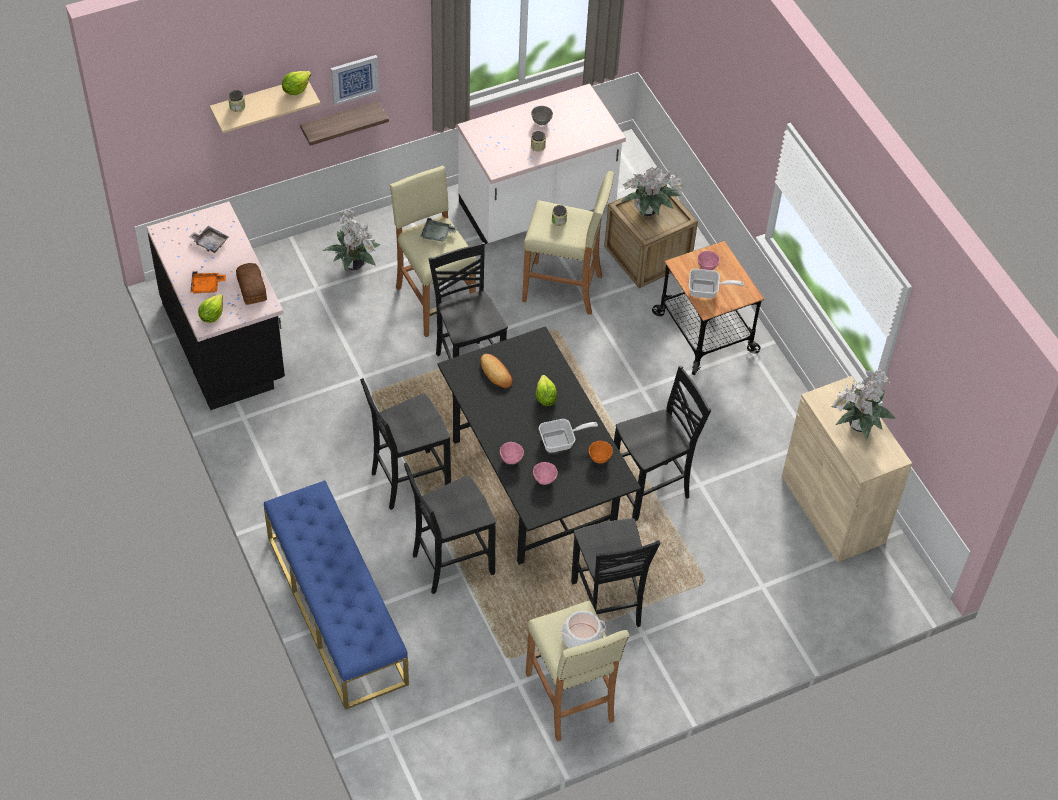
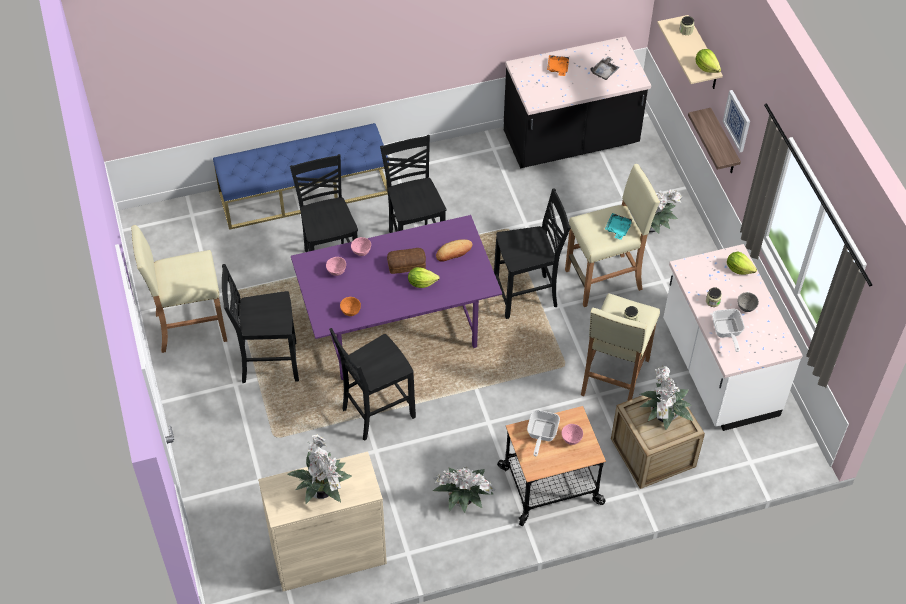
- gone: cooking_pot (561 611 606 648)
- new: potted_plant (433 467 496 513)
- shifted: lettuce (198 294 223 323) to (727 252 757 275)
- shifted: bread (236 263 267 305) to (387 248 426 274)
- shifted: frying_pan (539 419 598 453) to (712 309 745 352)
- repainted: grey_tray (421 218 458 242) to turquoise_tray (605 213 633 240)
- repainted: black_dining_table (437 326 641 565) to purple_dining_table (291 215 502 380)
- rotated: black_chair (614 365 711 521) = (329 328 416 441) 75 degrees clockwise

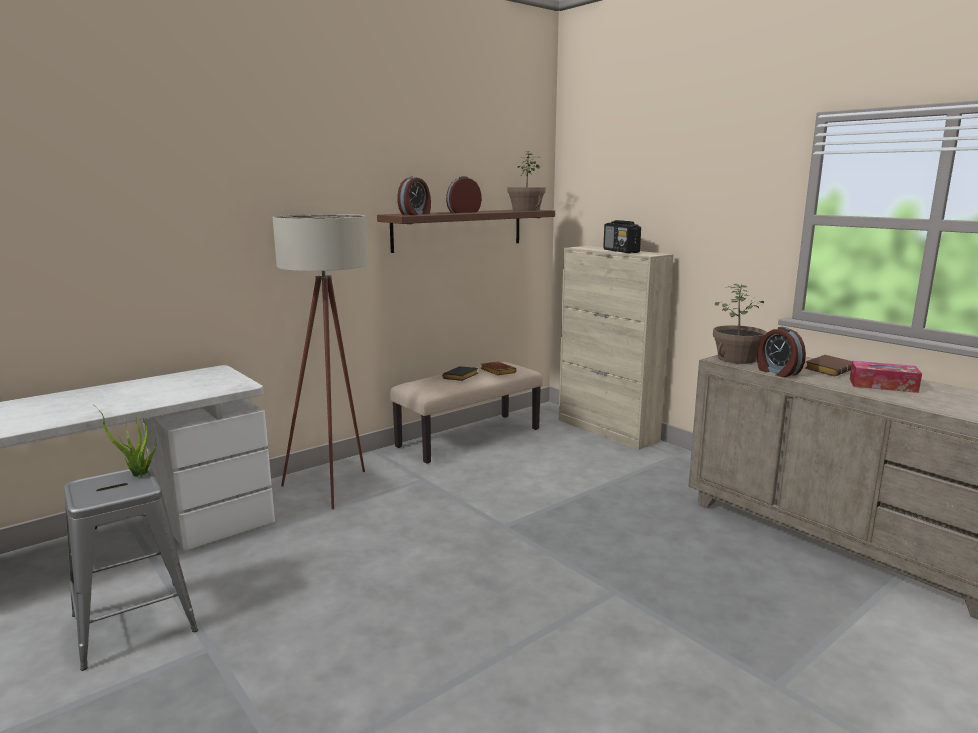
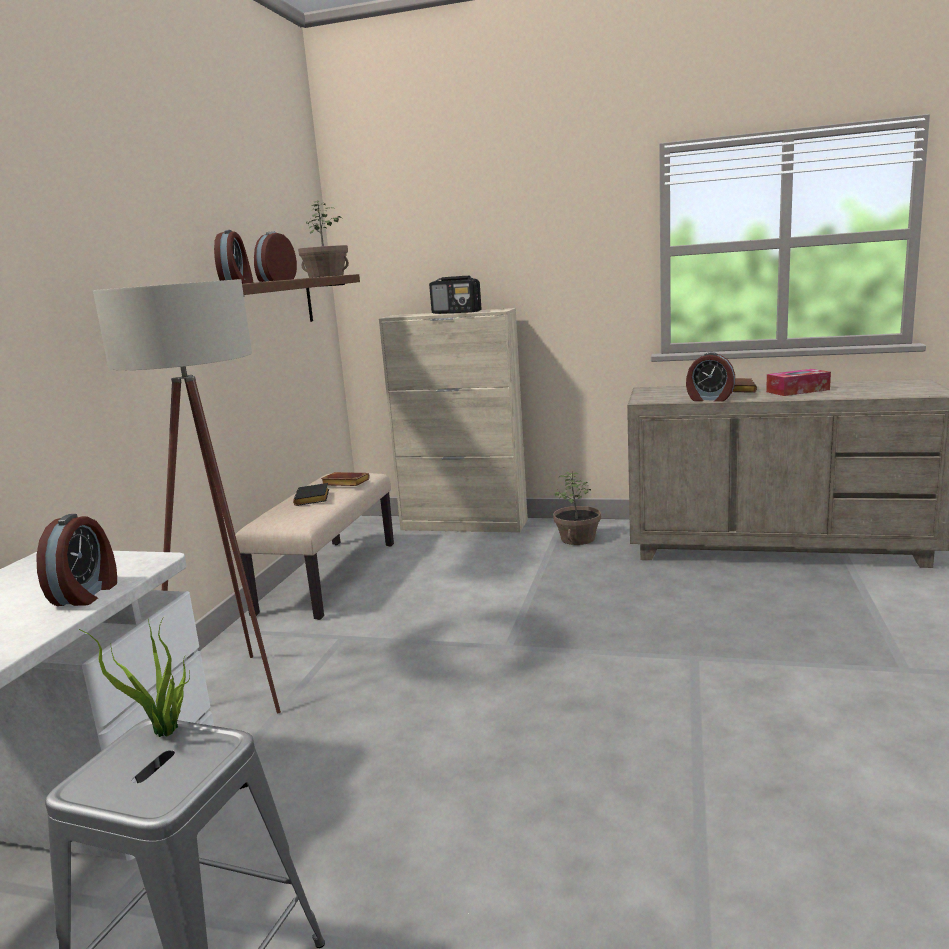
- new: alarm_clock (36 514 117 606)
- shifted: potted_plant (713 284 767 364) to (553 472 601 545)

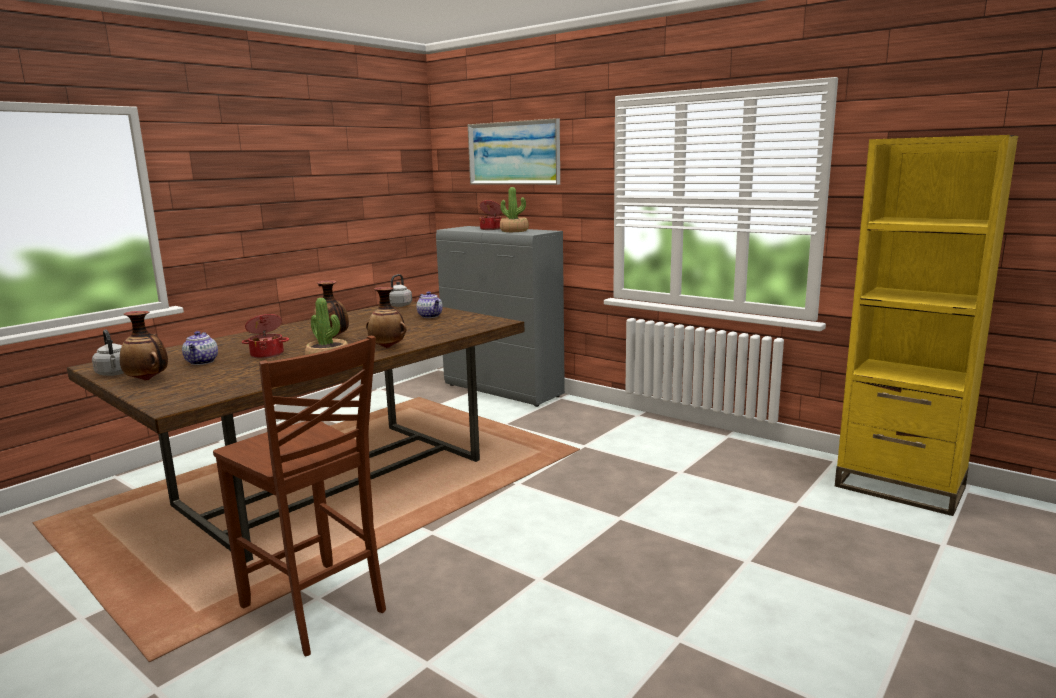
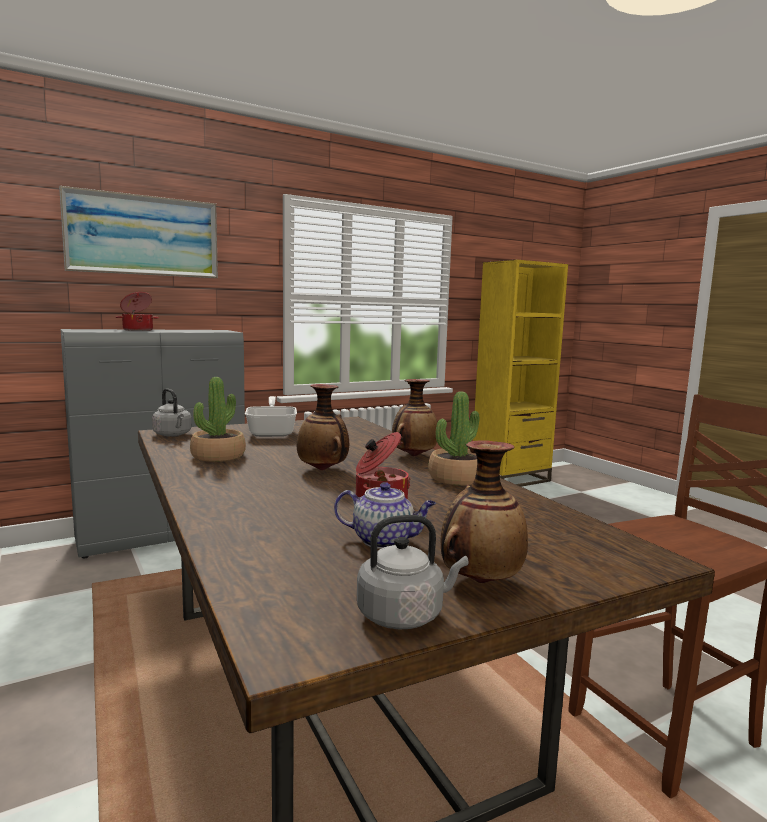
- shifted: potted_plant (500 187 529 232) to (190 377 246 462)
- swapped: teapot (416 292 443 318) to frying_pan (245 396 297 437)

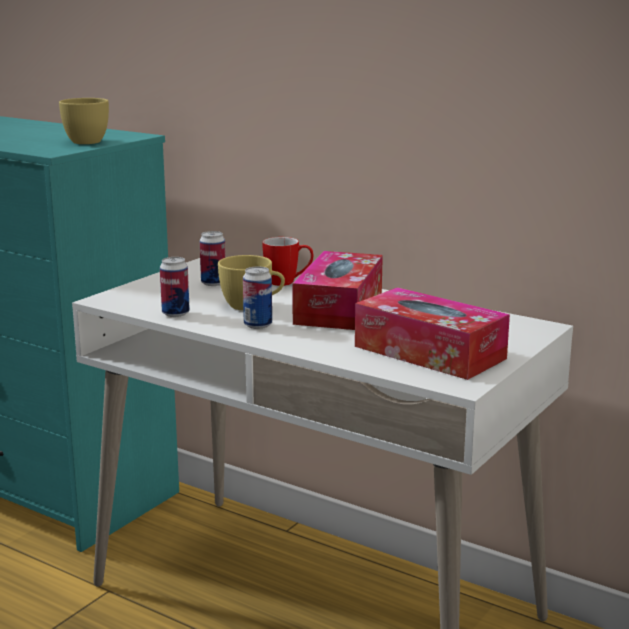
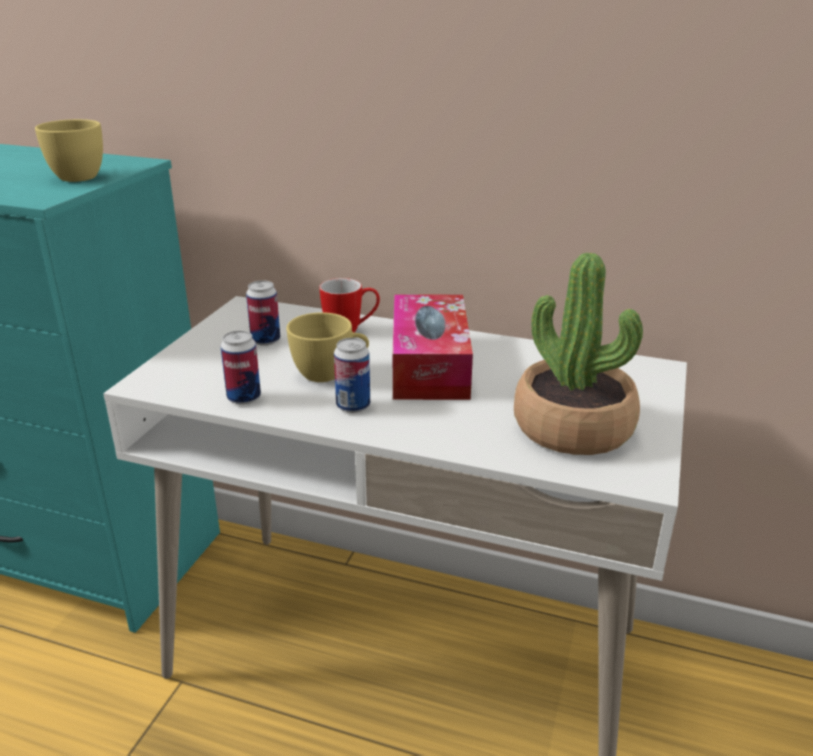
- swapped: tissue_box (355 287 510 380) to potted_plant (514 253 643 455)

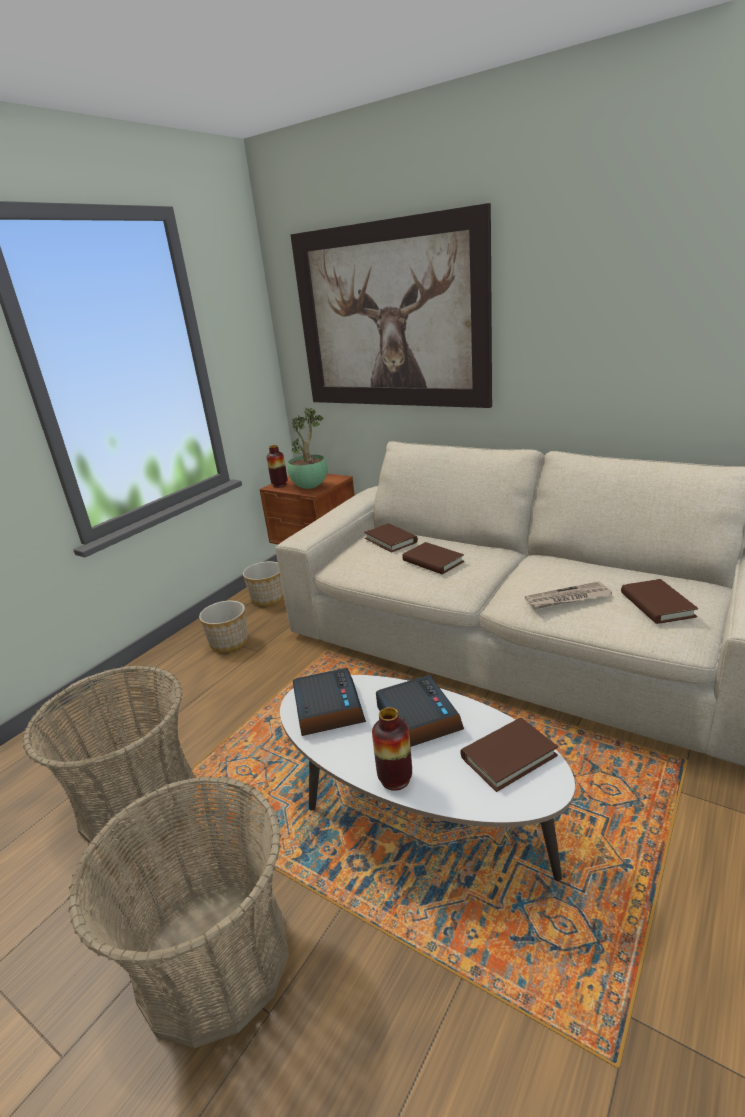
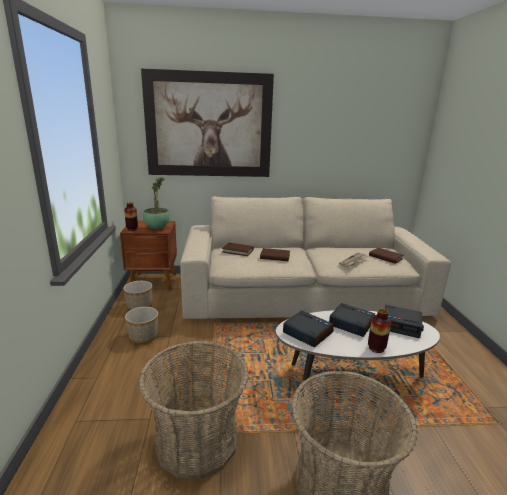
- swapped: brown_book (460 718 558 792) to alarm_clock (385 305 424 338)

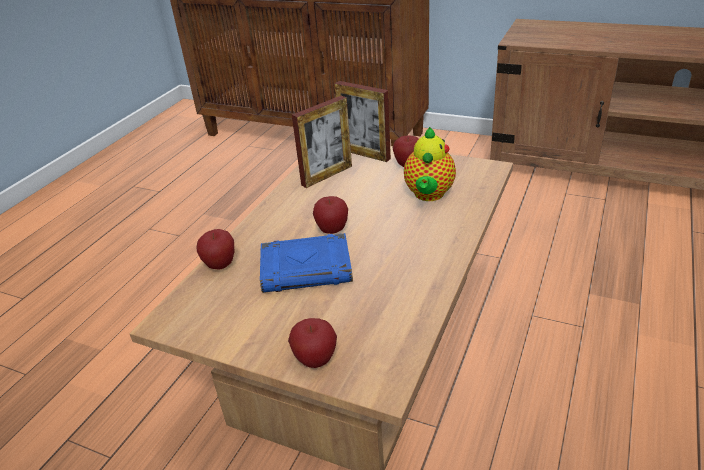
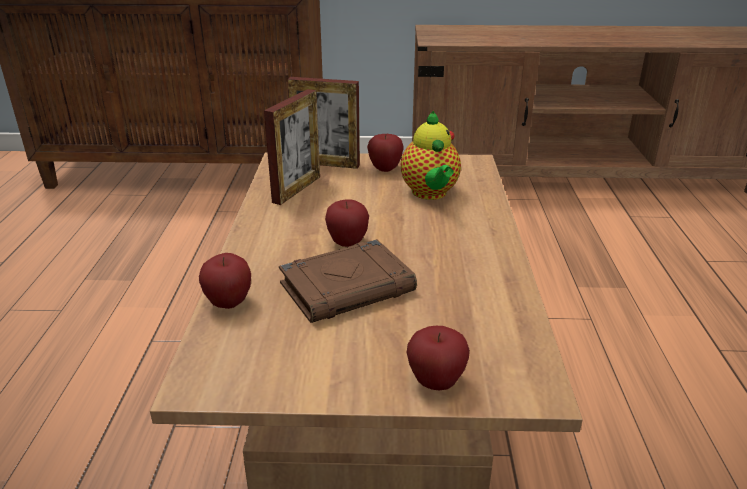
- repainted: blue_book (260 233 353 293) to brown_book (279 239 417 323)

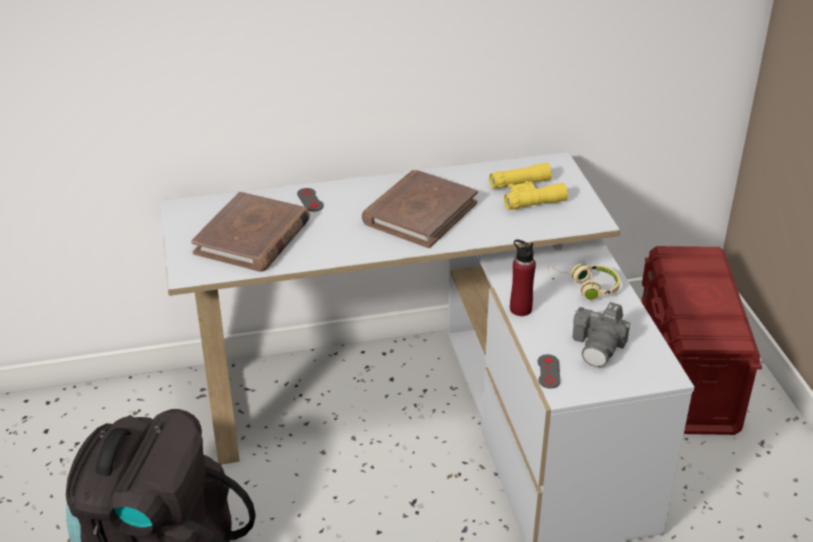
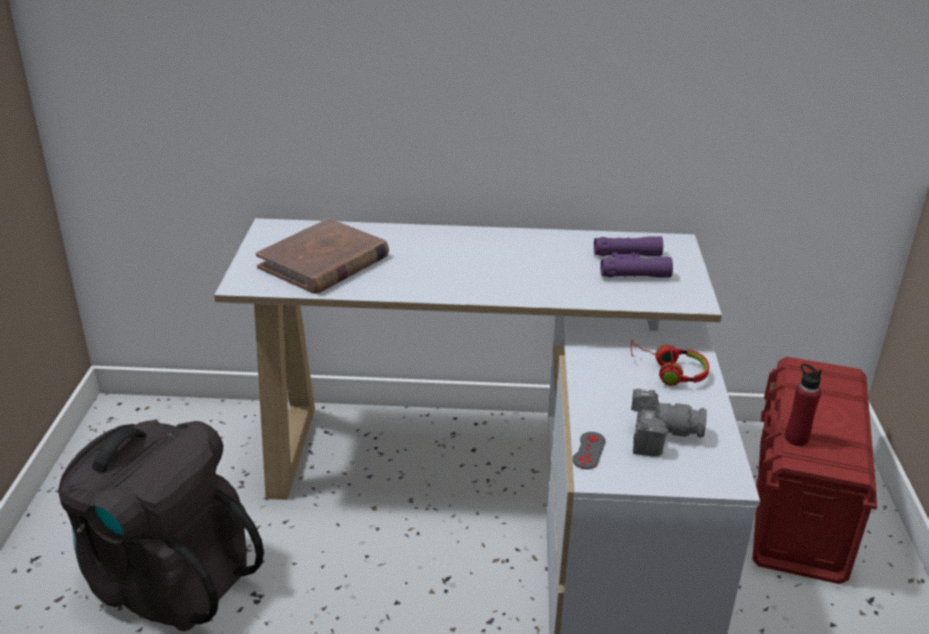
- gone: grey_game_controller (297 188 324 212)
- gone: brown_book (362 170 478 248)
- shifted: red_bottle (510 240 536 316) to (785 363 822 446)
- repainted: yellow_binoculars (489 163 568 210) to purple_binoculars (594 236 673 278)
- repainted: beige_headphones (548 264 620 300) to red_headphones (631 339 709 386)
- rotated: photo_camera (572 302 630 367) = (631 389 707 456) 120 degrees counterclockwise

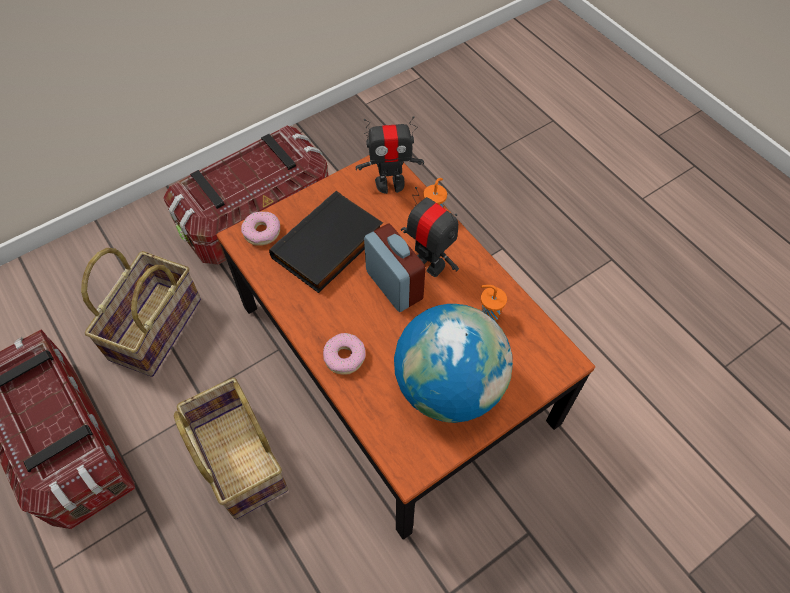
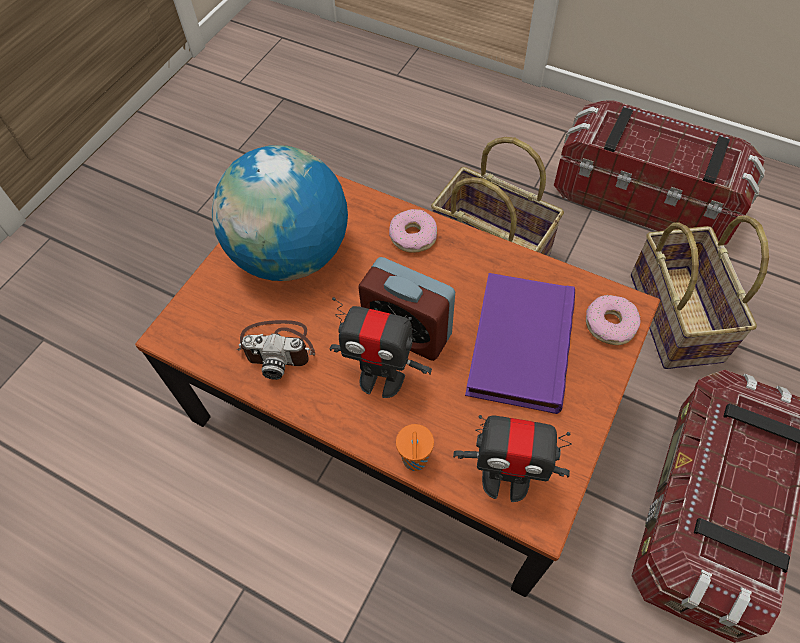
- swapped: orange_cup (481 285 507 321) to photo_camera (237 320 315 380)
- repainted: black_book (269 191 383 293) to purple_book (465 273 575 414)
- rotated: toy_robot (356 116 424 194) = (453 415 572 502) 135 degrees counterclockwise

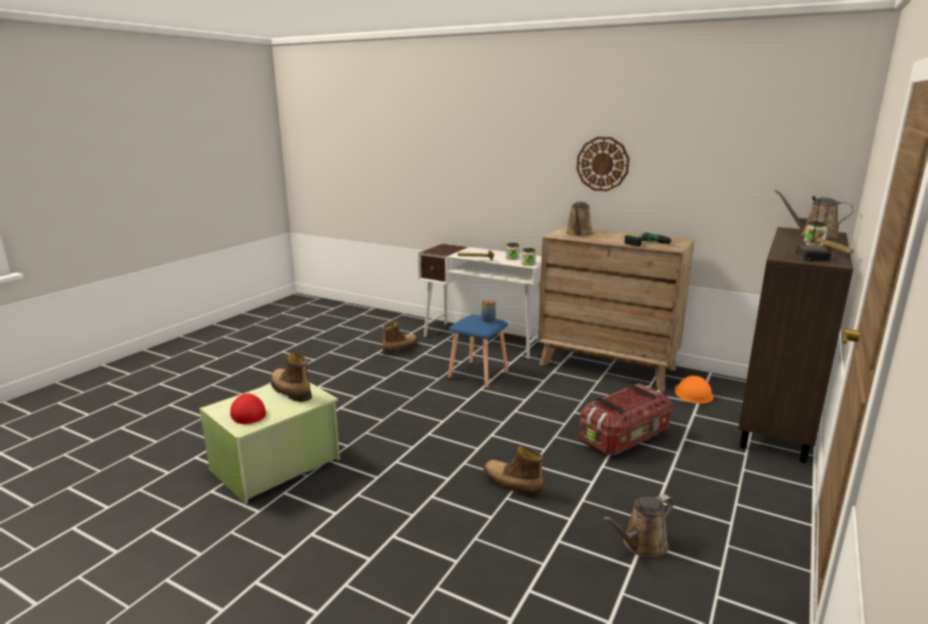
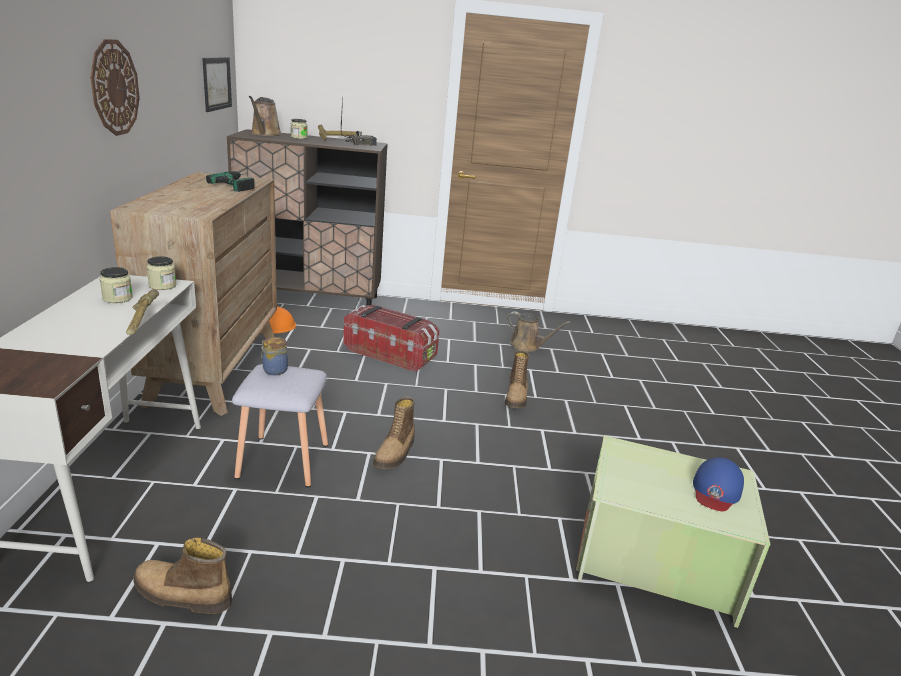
- gone: brown_watering_can (565 202 593 236)
- new: picture (202 57 232 112)
- shifted: boot (271 353 312 402) to (373 396 415 469)
- repainted: red_cap (230 393 266 424) to blue_cap (693 457 744 511)
- repainted: blue_stool (448 314 508 388) to grey_stool (232 364 328 487)

